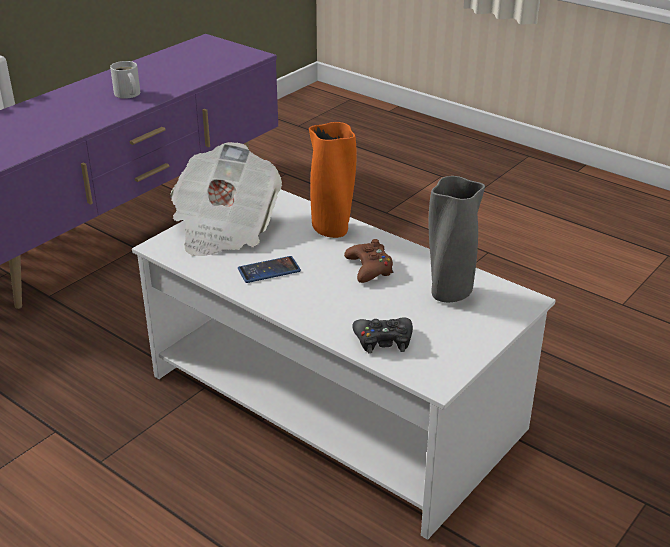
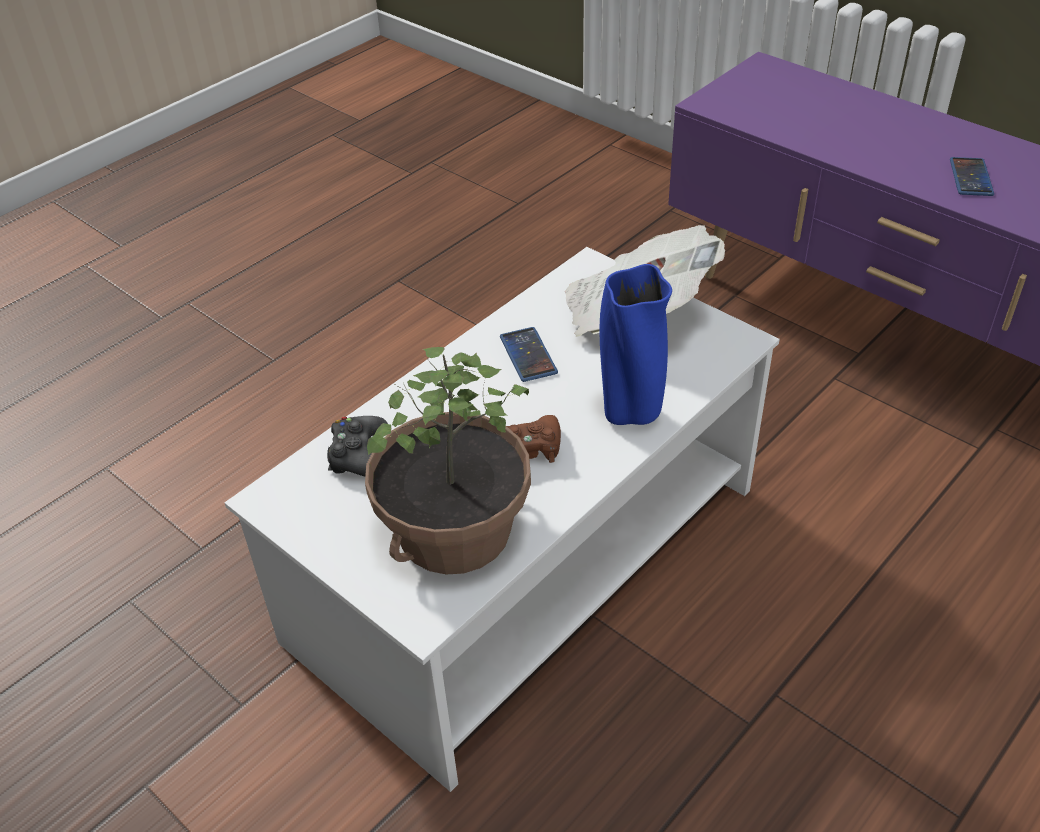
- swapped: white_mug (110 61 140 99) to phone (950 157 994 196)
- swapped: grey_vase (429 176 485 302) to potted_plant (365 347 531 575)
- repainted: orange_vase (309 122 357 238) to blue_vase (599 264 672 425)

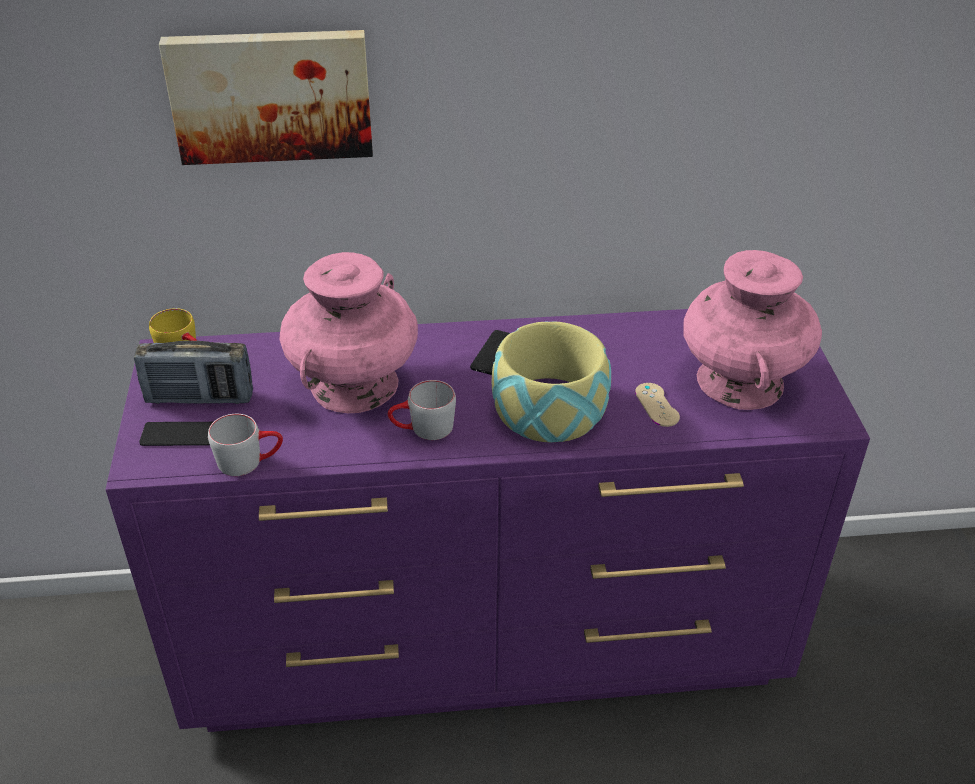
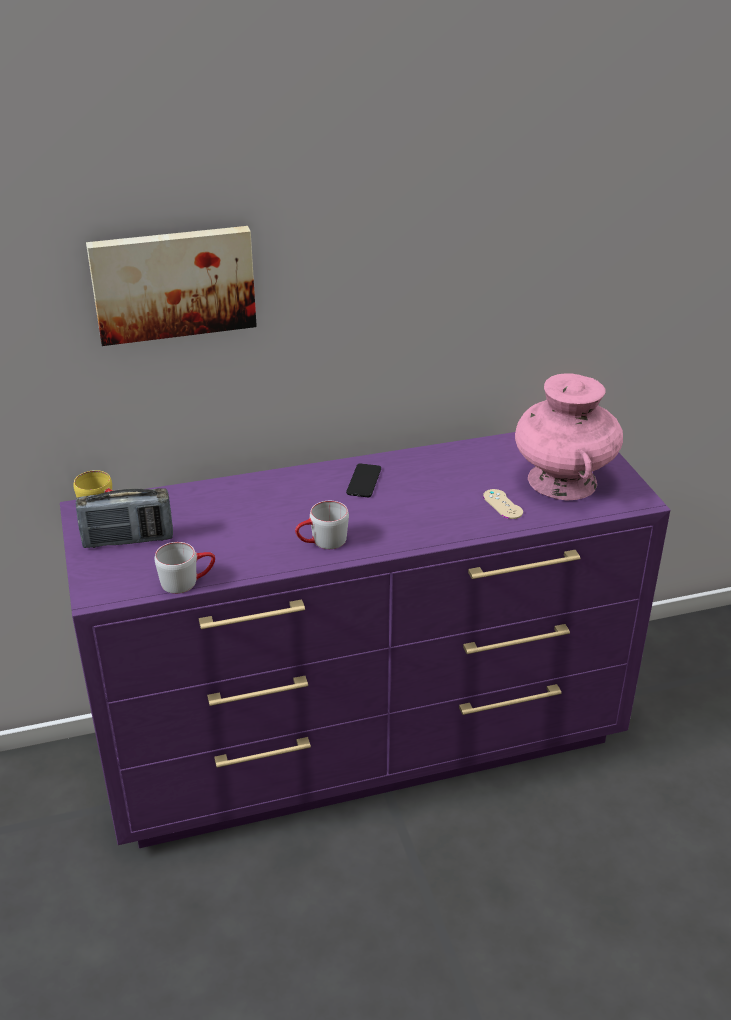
- gone: phone (139 422 213 446)
- gone: pink_vase (279 252 418 413)
- gone: bowl (492 322 611 442)

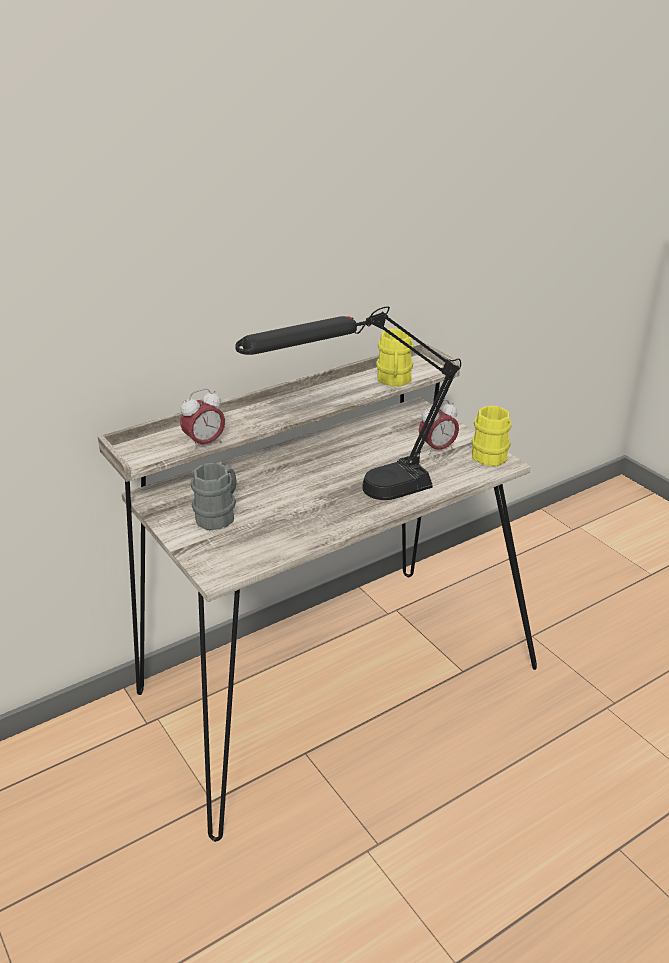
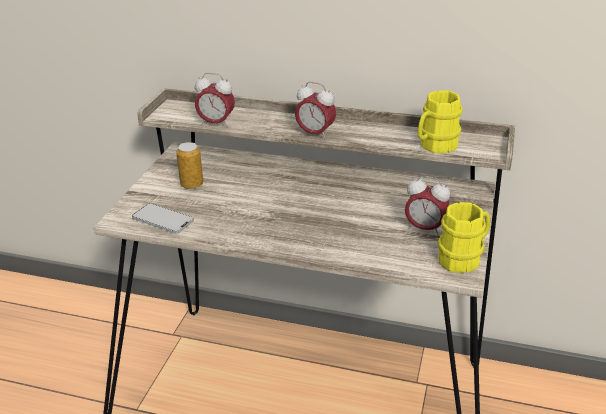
- gone: black_table_lamp (235 306 461 500)
- new: phone (132 203 194 234)
- new: alarm_clock (295 82 336 140)
- swapped: grey_mug (191 462 236 531) to can (176 142 203 189)

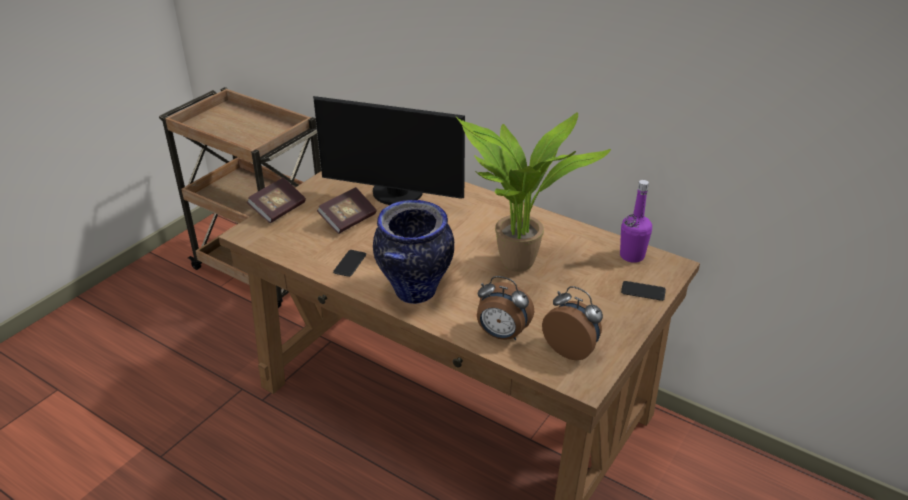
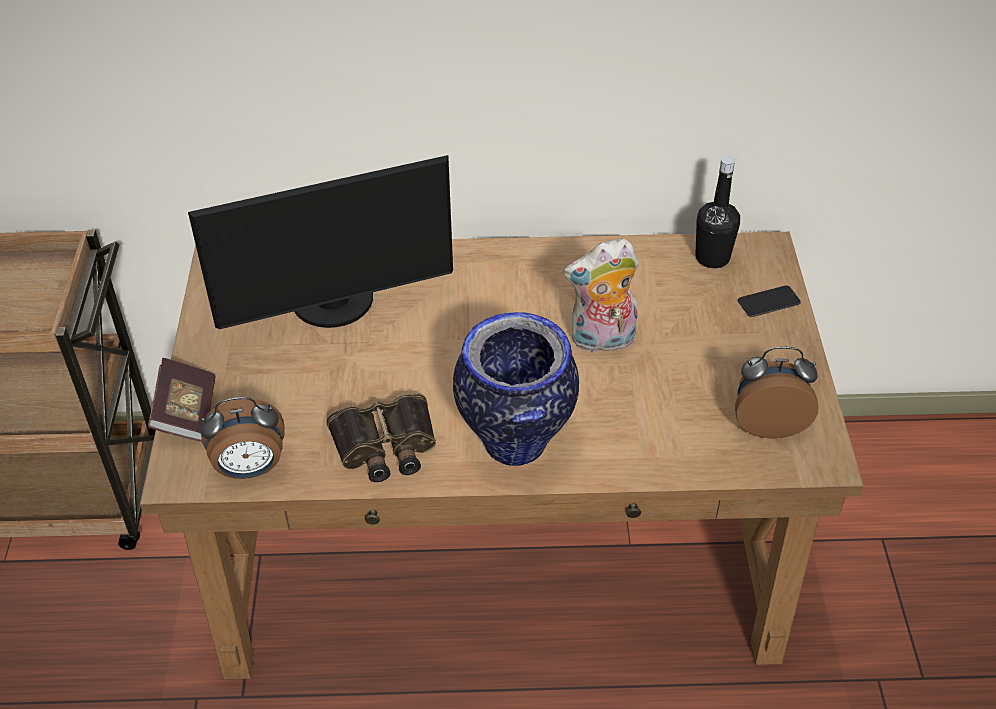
- gone: book (317 187 377 234)
- shifted: alarm_clock (477 276 534 340) to (200 397 285 479)
- swapped: phone (333 250 366 277) to binoculars (327 393 436 482)
- swapped: potted_plant (456 112 611 272) to plush_toy (564 238 639 355)
- repainted: purple_bottle (620 180 652 263) to black_bottle (695 156 740 268)

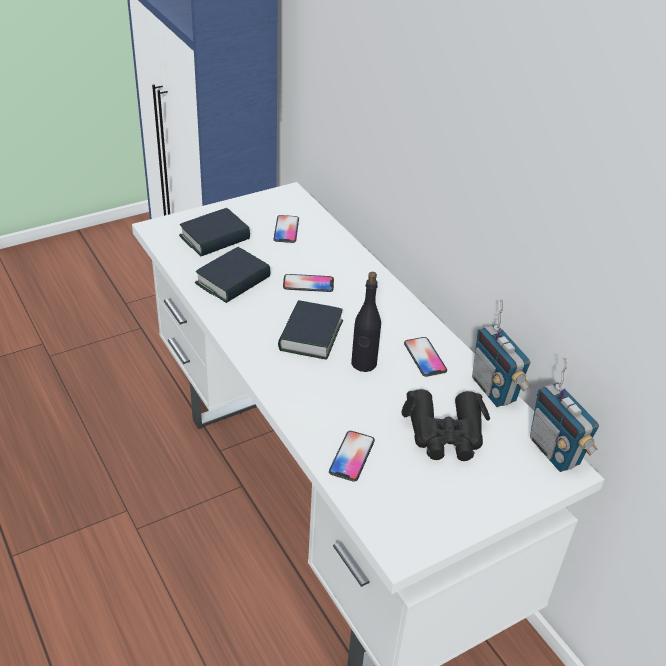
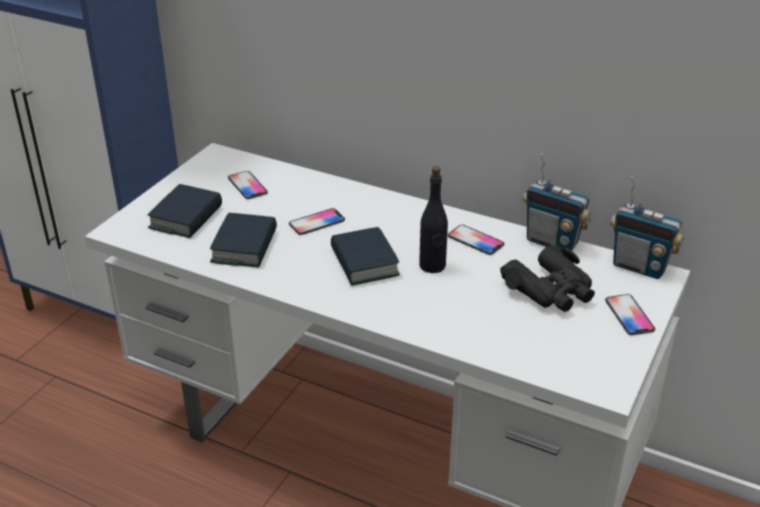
- shifted: phone (329 431 375 482) to (605 294 655 335)

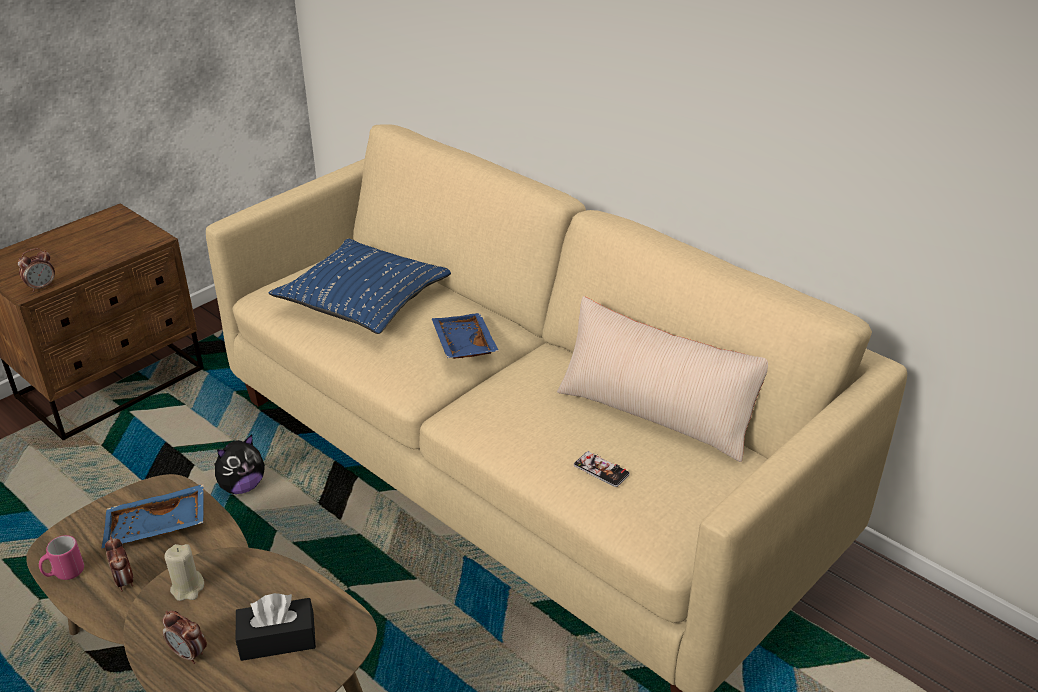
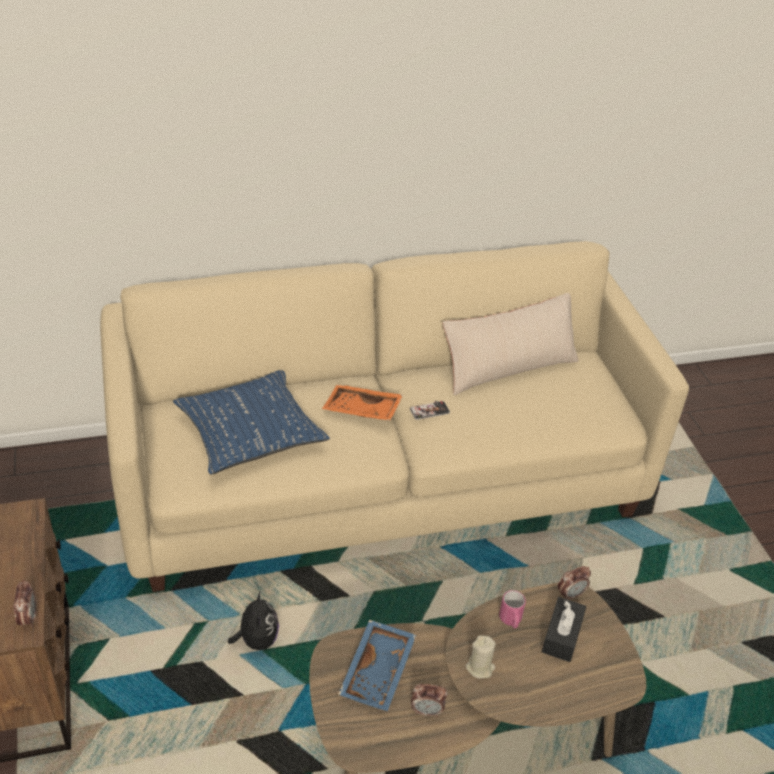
- shifted: pink_mug (39 535 84 580) to (499 590 526 629)
- shifted: alarm_clock (162 611 207 664) to (558 566 591 599)
- shifted: phone (574 451 630 487) to (410 401 450 420)
- repainted: blue_tray (431 313 499 359) to orange_tray (322 384 403 421)

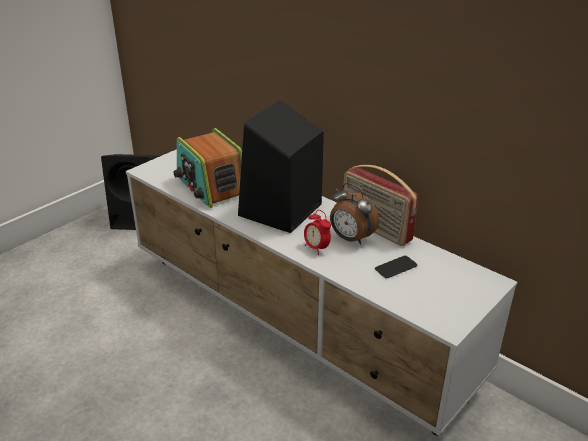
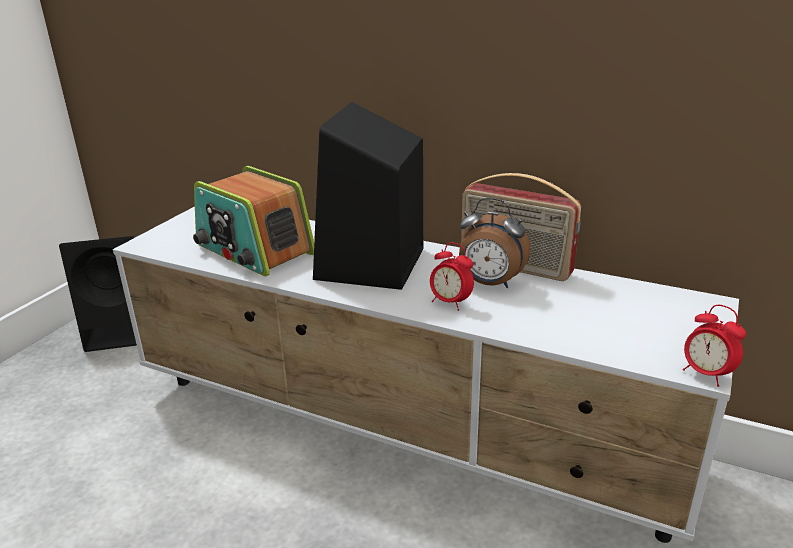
- gone: phone (375 256 417 278)
- new: alarm_clock (683 305 746 387)

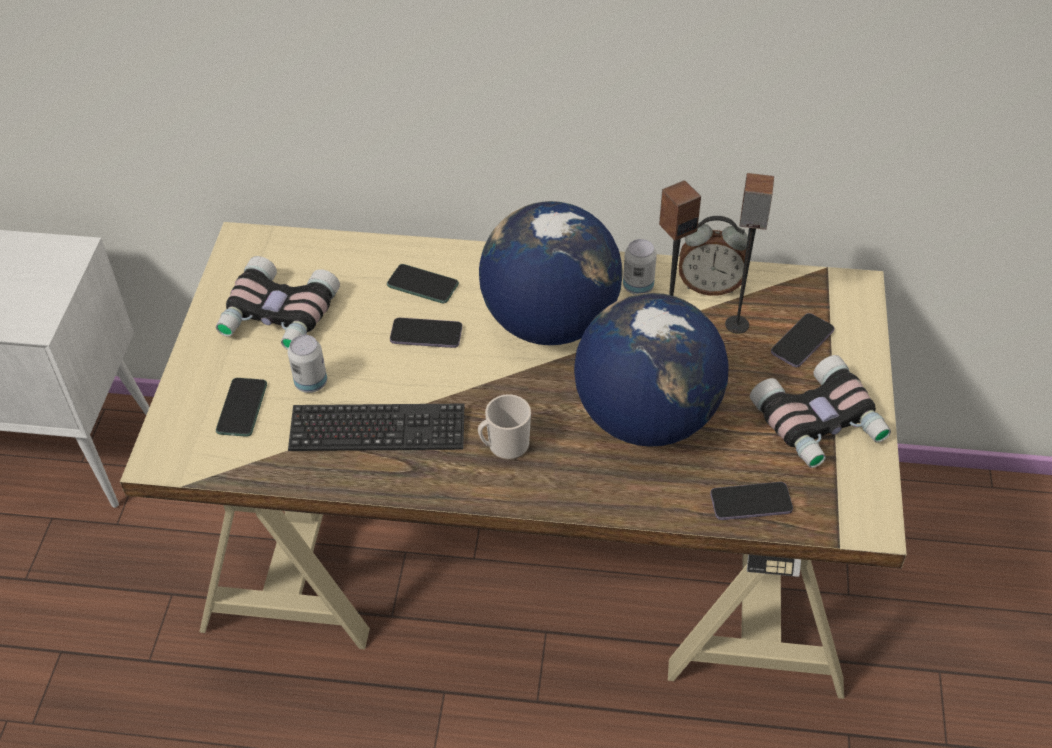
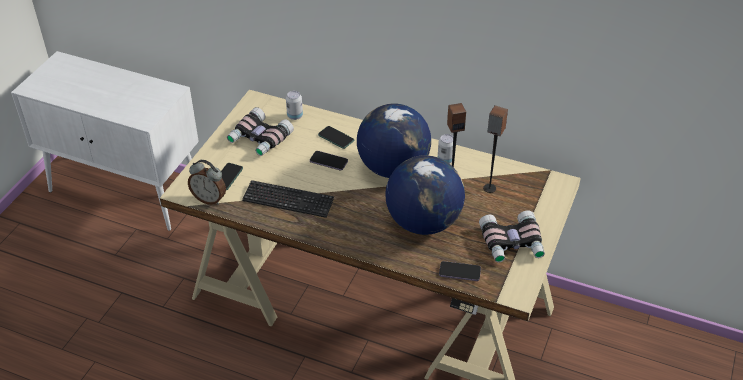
- gone: mug (478 394 531 460)
- gone: phone (771 313 834 367)
- shifted: can (288 335 327 393) to (286 91 303 120)
- shifted: alarm_clock (679 216 748 296) to (188 160 226 205)

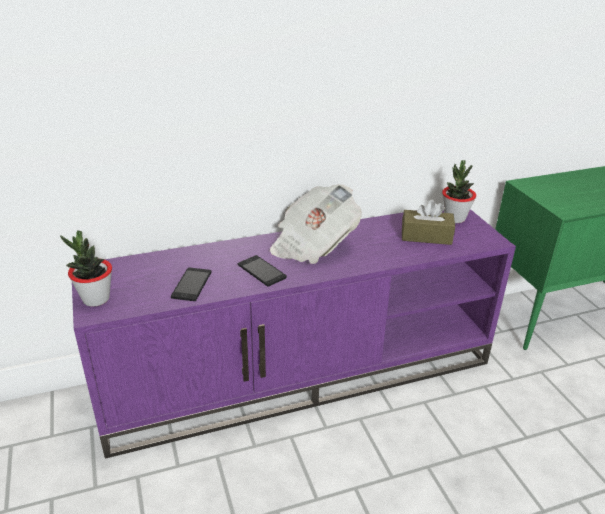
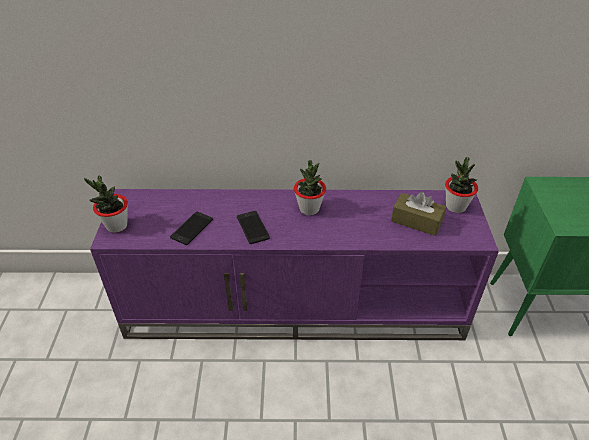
- swapped: newspaper (270 184 362 264) to potted_plant (294 160 326 215)

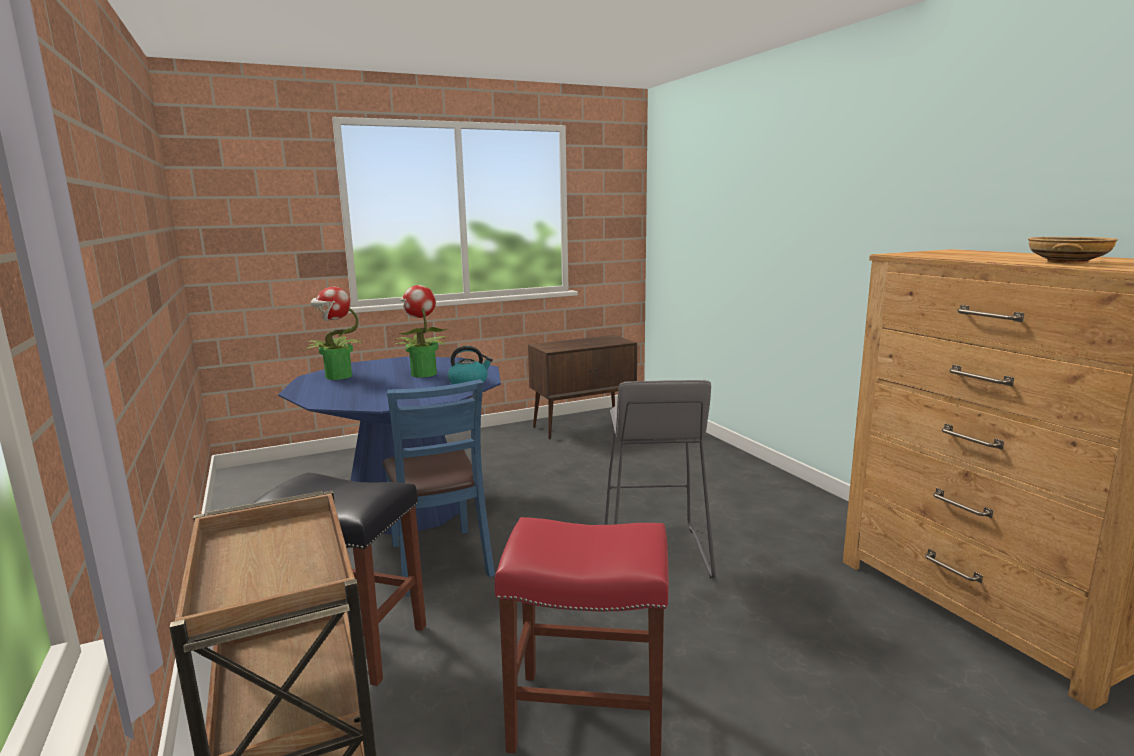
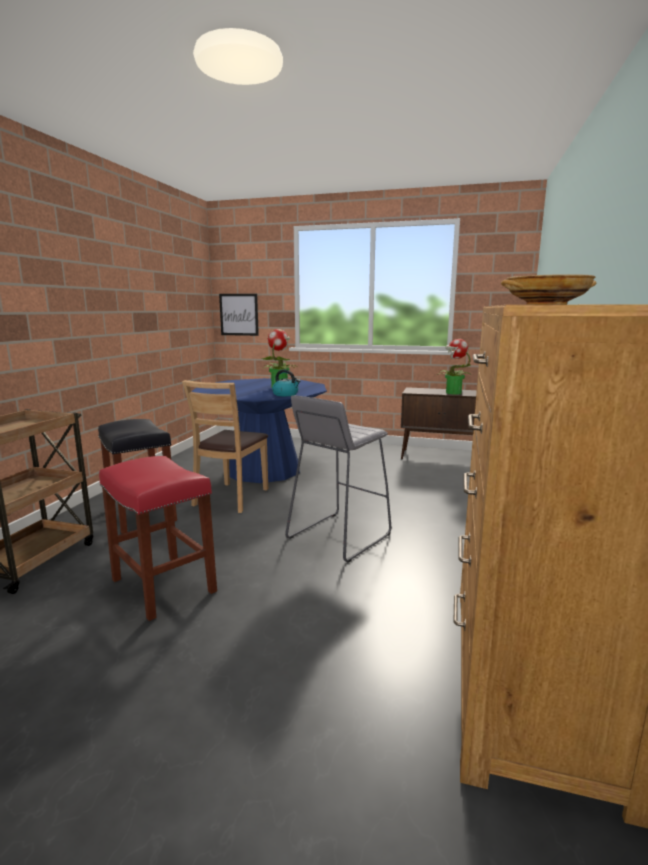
- new: picture (219 294 259 336)
- shifted: potted_plant (305 287 363 380) to (437 339 471 395)
- repainted: blue_chair (383 379 495 596) to brown_chair (182 380 268 513)

